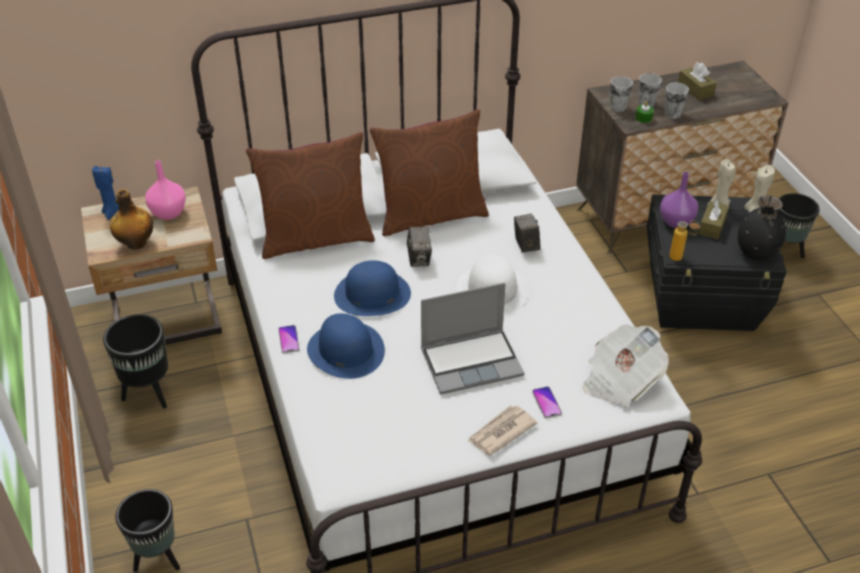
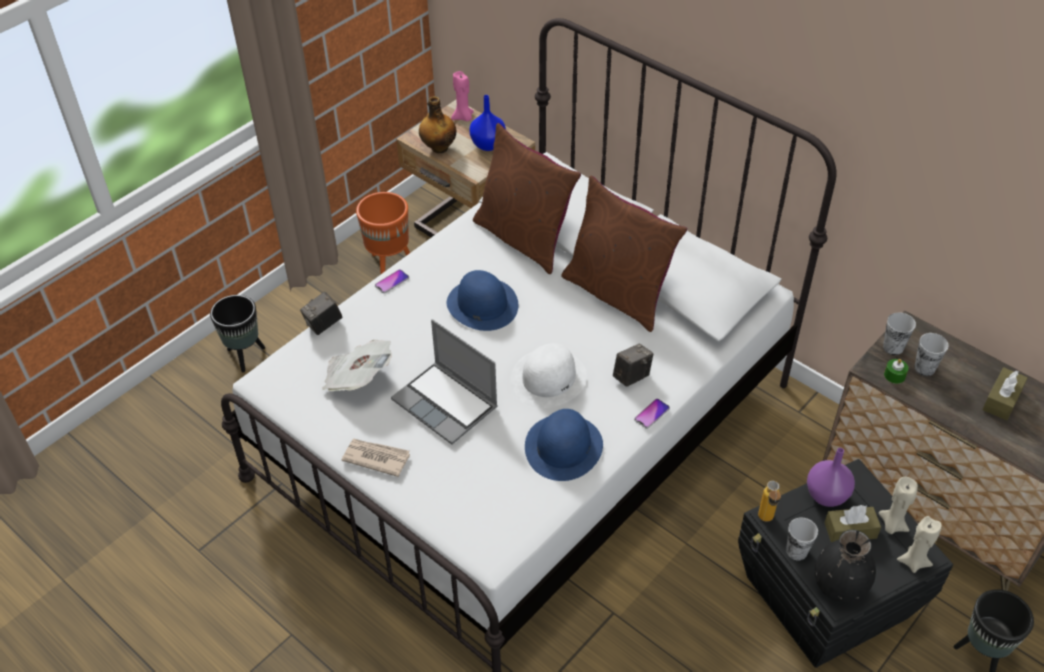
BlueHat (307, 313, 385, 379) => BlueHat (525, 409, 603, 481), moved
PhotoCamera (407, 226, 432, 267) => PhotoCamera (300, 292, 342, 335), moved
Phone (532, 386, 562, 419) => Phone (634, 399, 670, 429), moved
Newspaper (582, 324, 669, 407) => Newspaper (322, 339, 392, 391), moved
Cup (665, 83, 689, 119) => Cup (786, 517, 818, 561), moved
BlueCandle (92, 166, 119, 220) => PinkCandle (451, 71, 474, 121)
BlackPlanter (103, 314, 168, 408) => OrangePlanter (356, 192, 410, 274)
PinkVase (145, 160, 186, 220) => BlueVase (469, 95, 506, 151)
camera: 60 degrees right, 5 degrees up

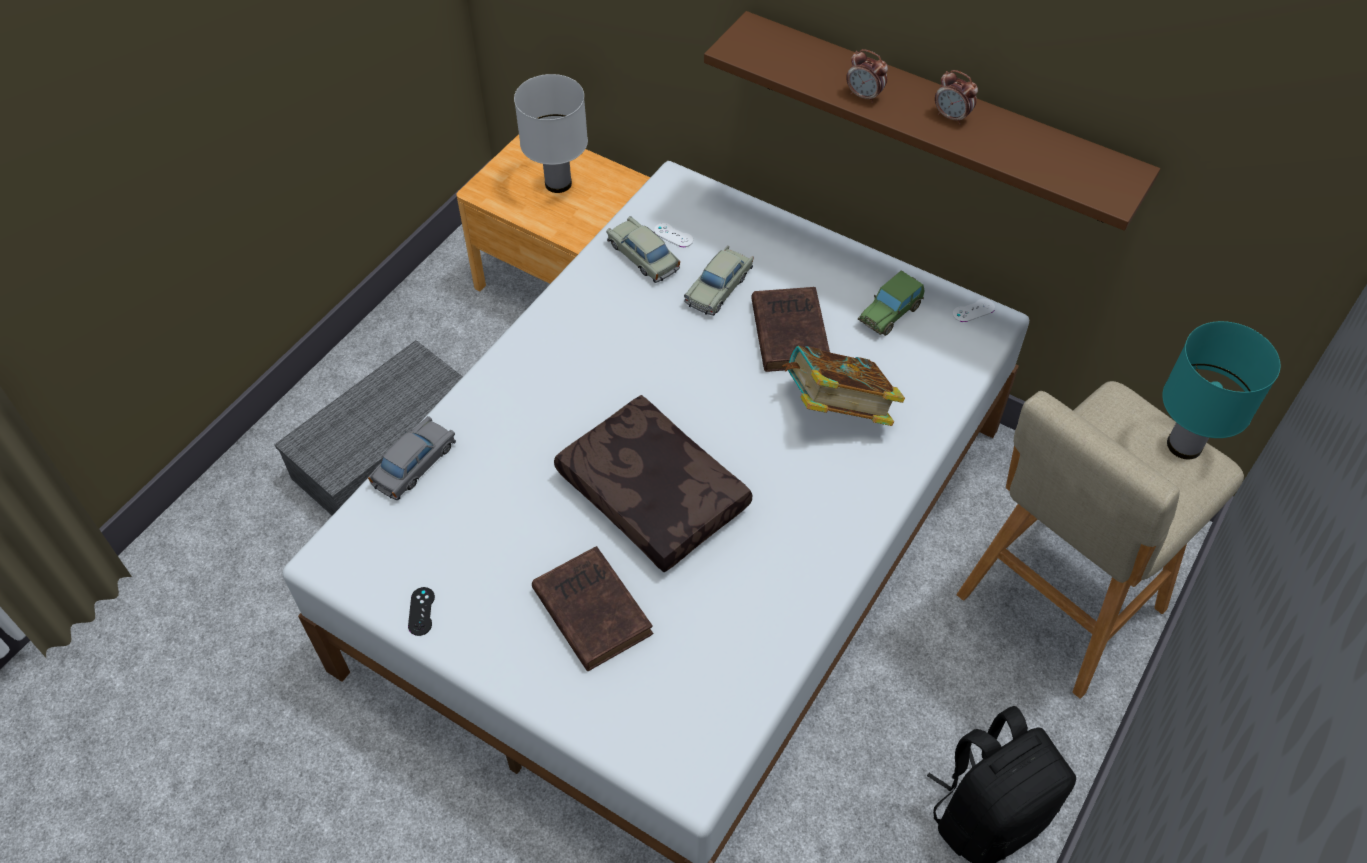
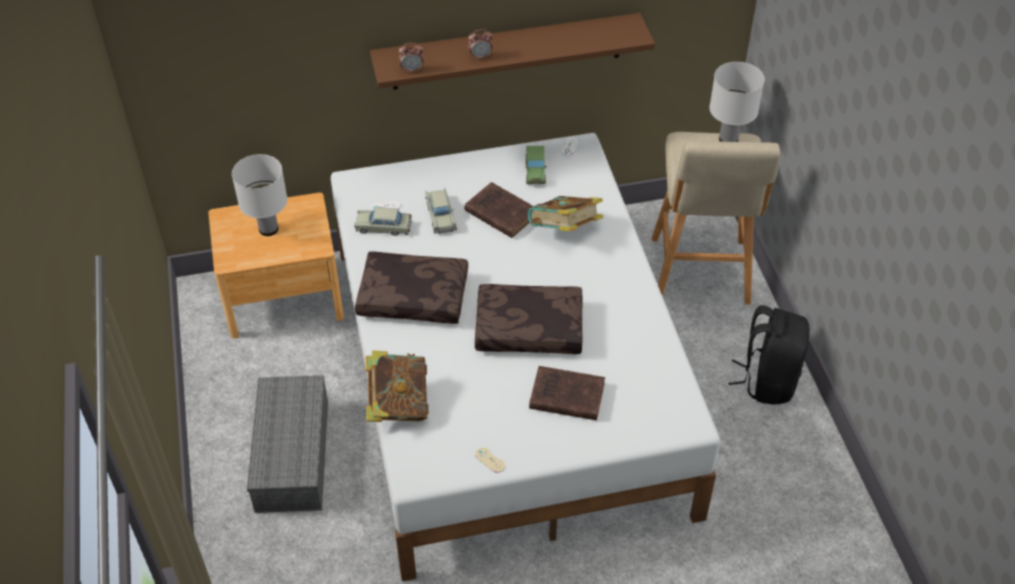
nothing => BrownPillow (355, 251, 468, 324)
AlarmClock (935, 70, 978, 125) => AlarmClock (399, 43, 423, 73), moved
GreyToyCar (368, 416, 456, 500) => Book (366, 350, 429, 422)
BlackGameController (408, 587, 435, 636) => BeigeGameController (475, 448, 505, 473)
TurquoiseTableLamp (1162, 321, 1280, 459) => WhiteTableLamp (709, 62, 765, 142)
camera: 45 degrees left, 5 degrees down

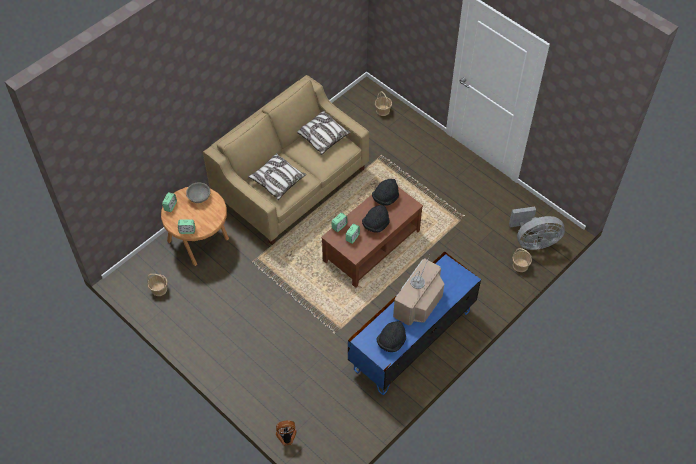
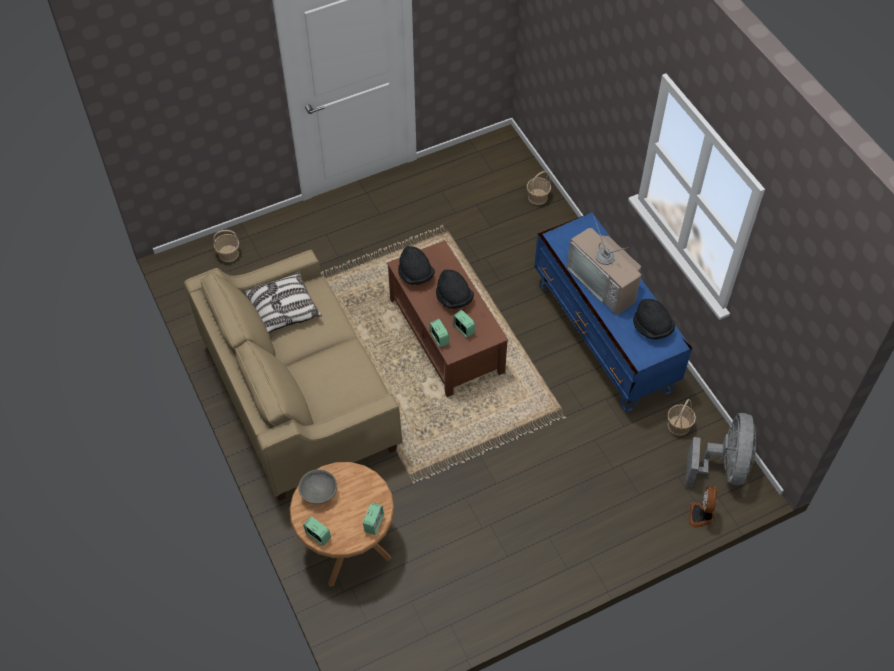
Pillow (248, 153, 306, 200) => nothing
Basket (147, 274, 167, 296) => Basket (667, 399, 696, 436), moved
GreyFan (509, 206, 565, 250) => GreyFan (685, 413, 757, 487), moved
camera: 70 degrees left, 0 degrees up

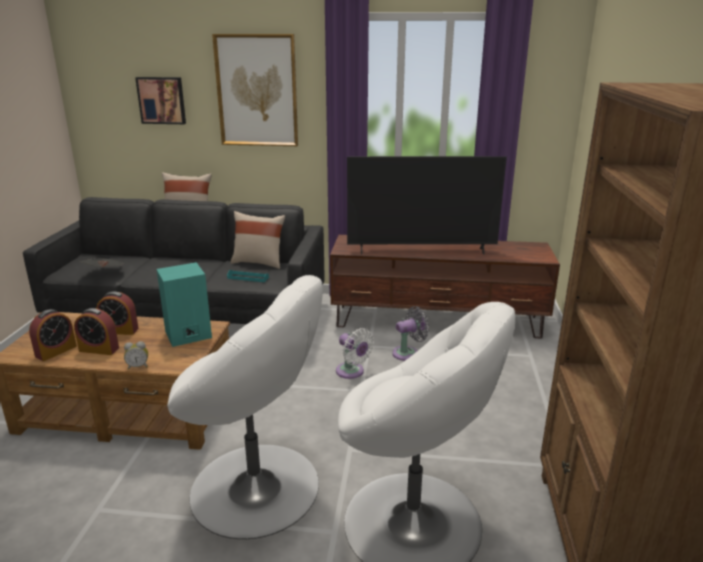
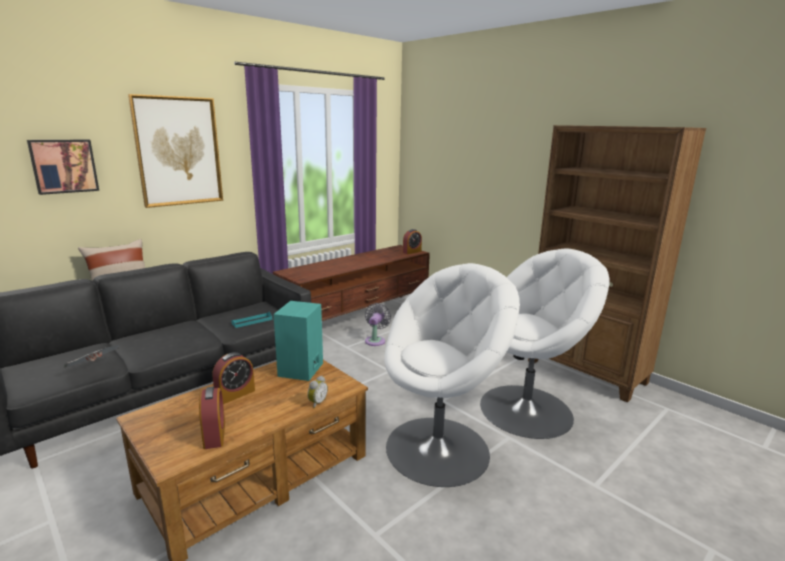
BeigePillow (230, 211, 285, 269) => nothing
WhiteFan (336, 328, 374, 379) => nothing
Television (347, 156, 507, 255) => nothing
AlarmClock (74, 308, 119, 355) => AlarmClock (403, 229, 422, 254), moved
camera: 50 degrees left, 5 degrees down

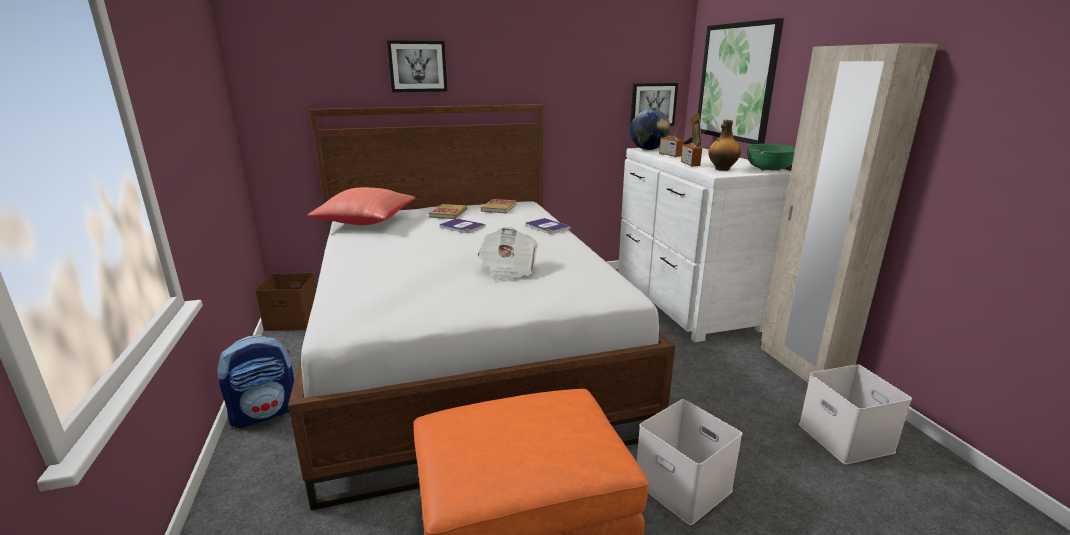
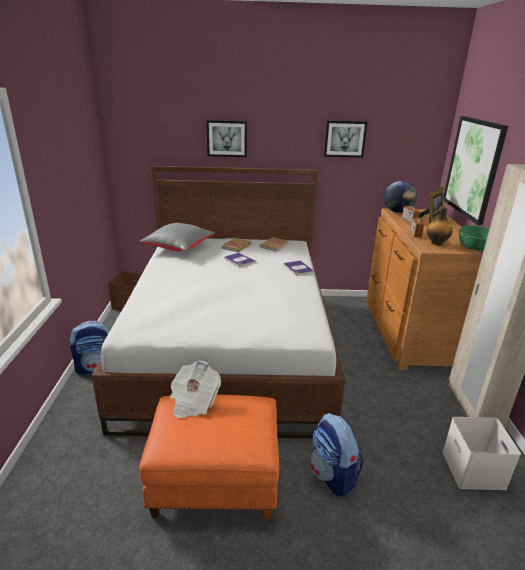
Newspaper (478, 227, 538, 282) => Newspaper (170, 361, 221, 418), moved
Picture (630, 83, 678, 126) => Picture (324, 120, 367, 158), moved
WhiteStorageBox (637, 399, 742, 525) => Backpack (310, 413, 363, 497)
RedPillow (308, 187, 415, 225) => GreyPillow (140, 223, 215, 251)
WhiteDresser (618, 147, 791, 342) => BrownDresser (366, 208, 483, 370)
camera: 15 degrees right, 5 degrees up

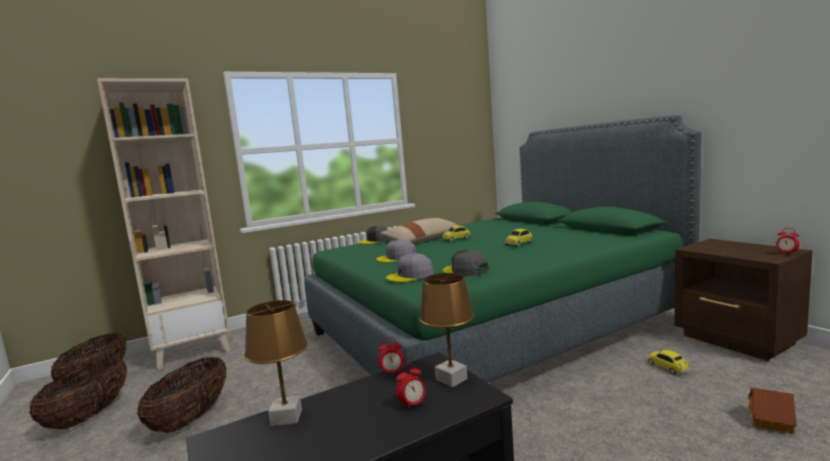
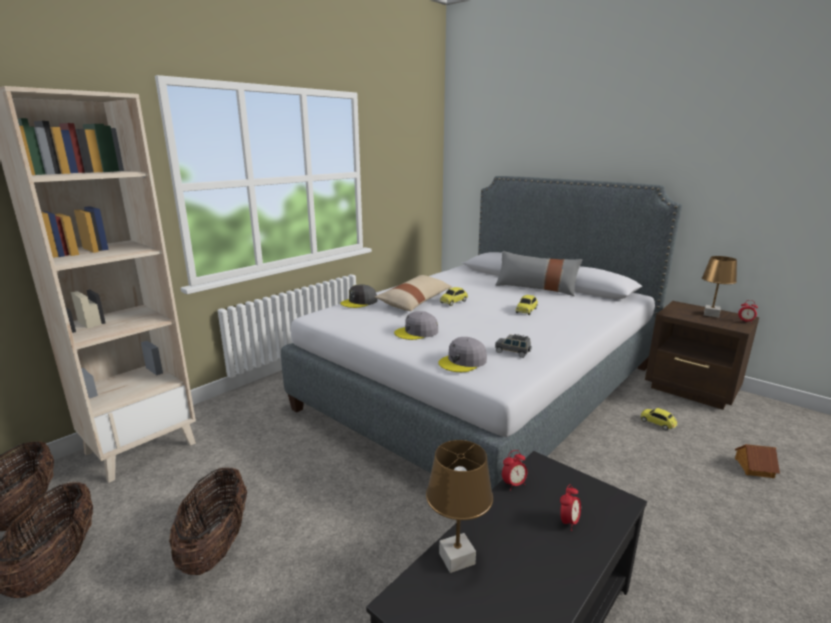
nothing => GreyPillow (495, 251, 583, 296)
BrownTableLamp (419, 273, 474, 387) => BrownTableLamp (702, 256, 737, 318), moved
GreyCap (443, 250, 488, 276) => GreyToyCar (495, 334, 532, 358)
GreenBed (304, 115, 702, 383) => GreyBed (281, 176, 682, 489)
camera: 20 degrees left, 10 degrees up

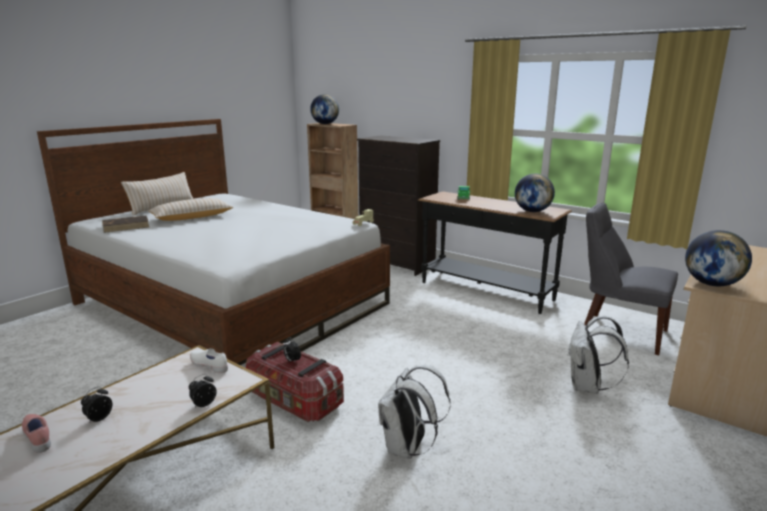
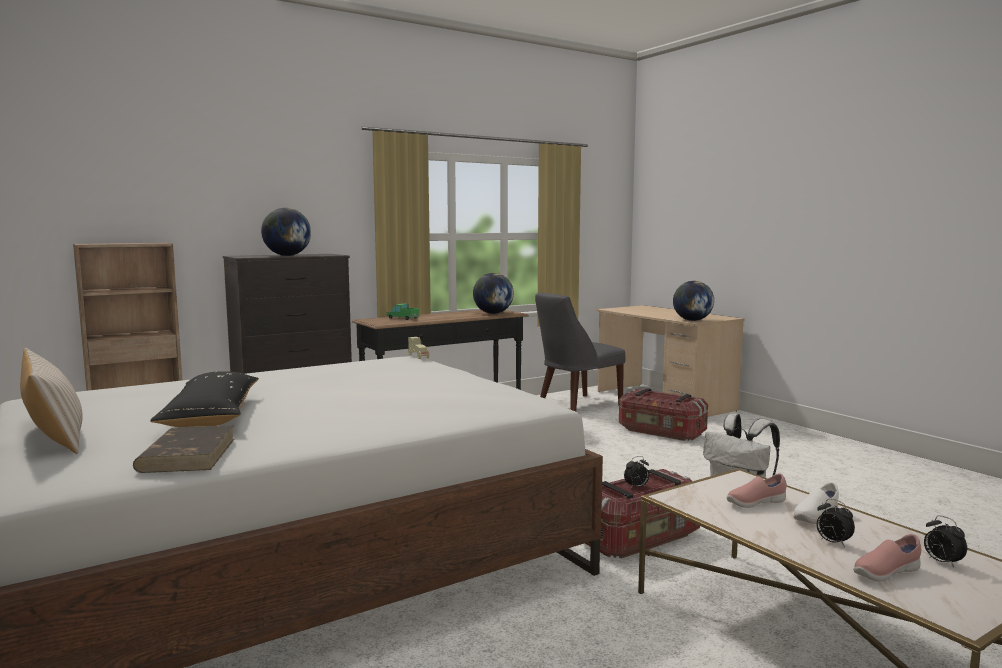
nothing => PinkShoe (727, 474, 787, 508)
AlarmClock (189, 374, 217, 407) => AlarmClock (924, 515, 967, 568), moved
WhiteShoe (190, 348, 228, 373) => WhiteShoe (793, 482, 839, 524), moved
Globe (310, 94, 339, 124) => Globe (261, 208, 311, 256), moved
WhiteBackpack (567, 316, 629, 394) => StorageBox (619, 388, 708, 441)
BeigePillow (148, 198, 234, 221) => BlackPillow (150, 371, 259, 427)
camera: 70 degrees left, 10 degrees down

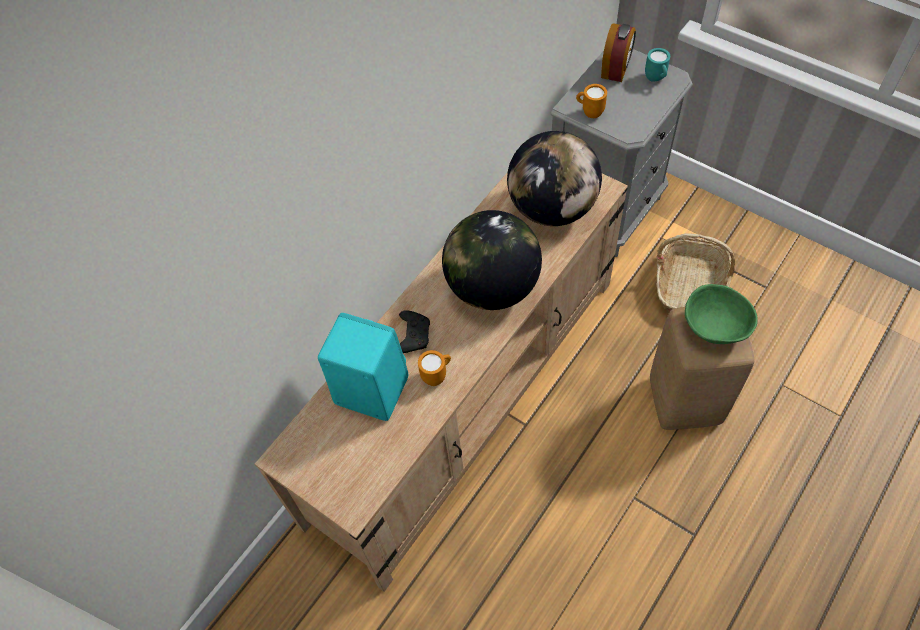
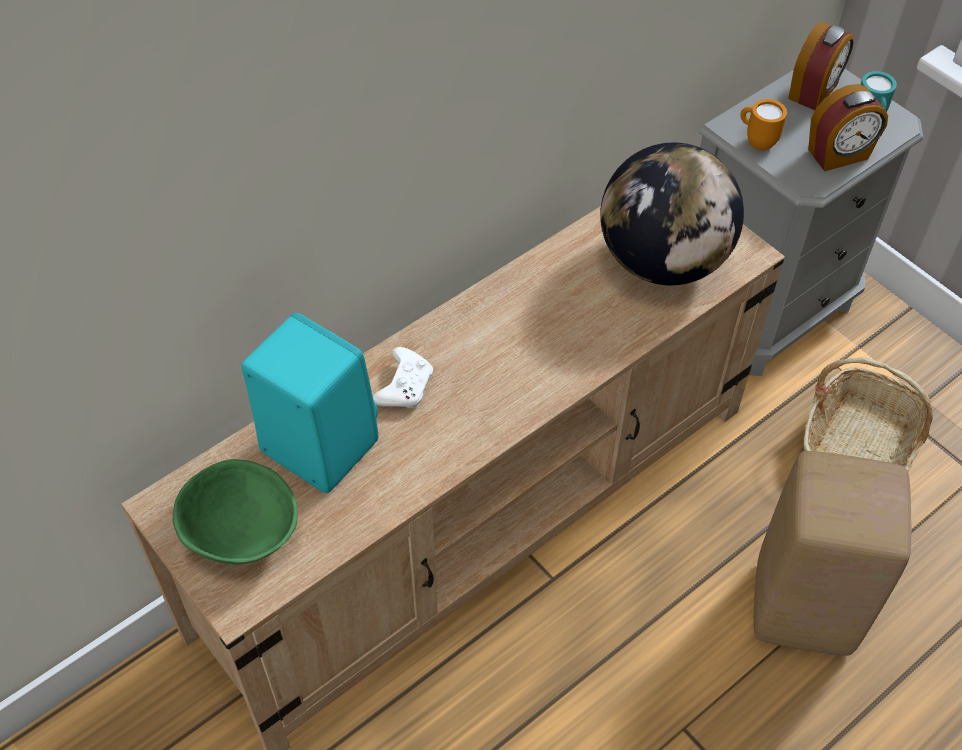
OrangeMug (418, 350, 451, 386) => nothing
Globe (442, 210, 542, 310) => nothing
nothing => AlarmClock (808, 84, 888, 171)
GreenBowl (685, 284, 758, 344) => GreenBowl (173, 459, 298, 564), moved
BlackGameController (399, 310, 430, 353) => WhiteGameController (373, 347, 433, 408)
camera: 10 degrees right, 5 degrees down

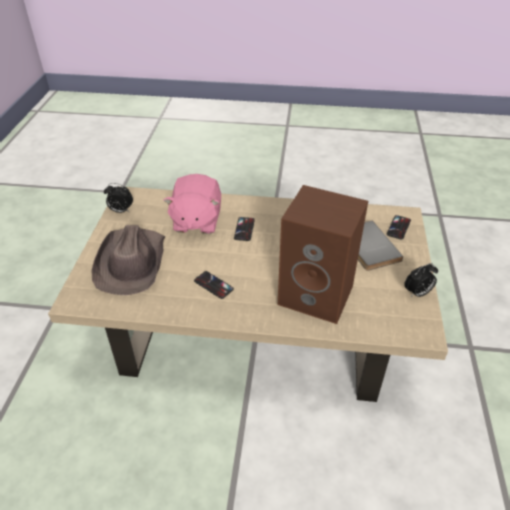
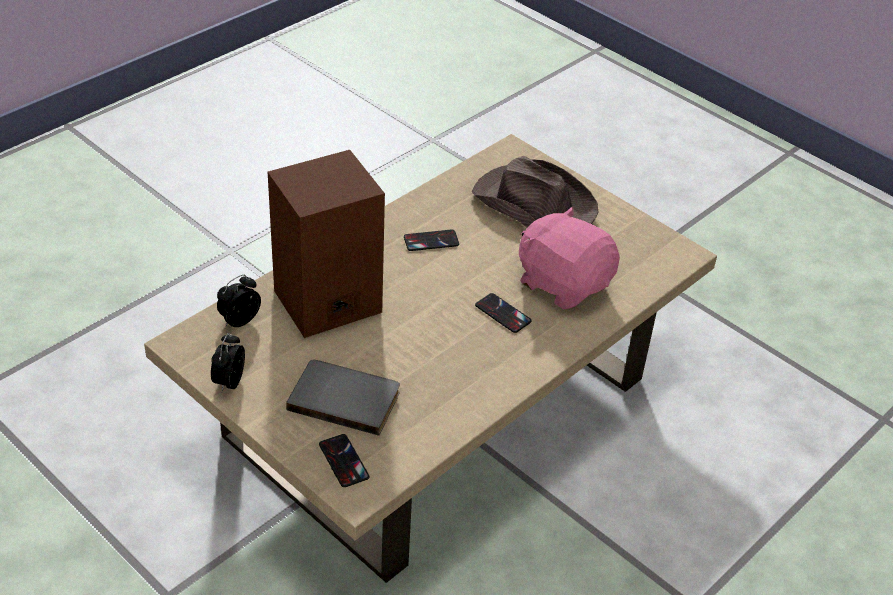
AlarmClock (104, 183, 133, 213) => AlarmClock (217, 275, 261, 327), moved
camera: 125 degrees right, 0 degrees up

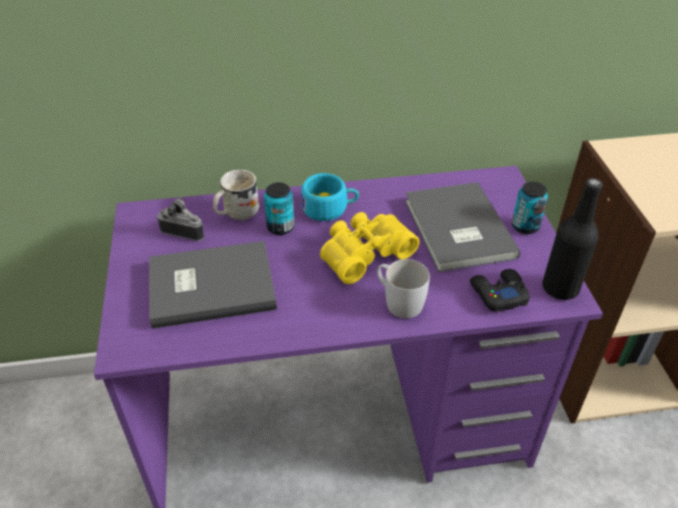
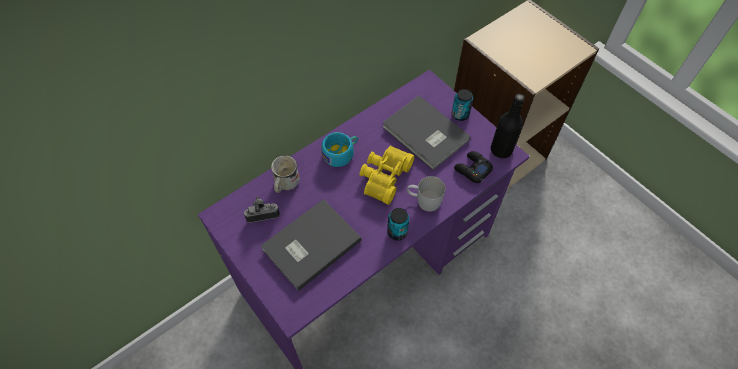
Can (264, 182, 295, 235) => Can (387, 208, 409, 240), moved
camera: 30 degrees left, 15 degrees up

